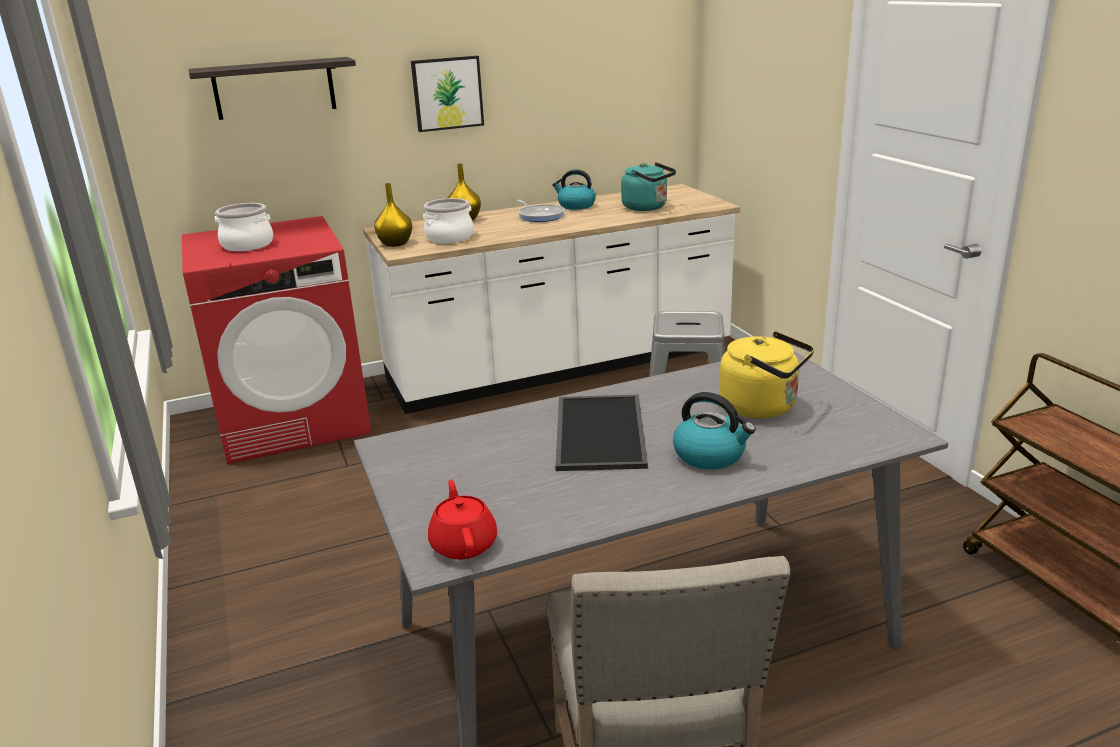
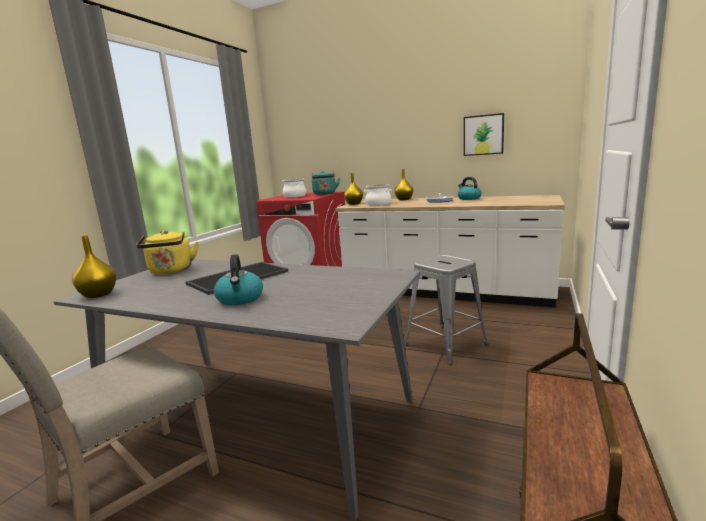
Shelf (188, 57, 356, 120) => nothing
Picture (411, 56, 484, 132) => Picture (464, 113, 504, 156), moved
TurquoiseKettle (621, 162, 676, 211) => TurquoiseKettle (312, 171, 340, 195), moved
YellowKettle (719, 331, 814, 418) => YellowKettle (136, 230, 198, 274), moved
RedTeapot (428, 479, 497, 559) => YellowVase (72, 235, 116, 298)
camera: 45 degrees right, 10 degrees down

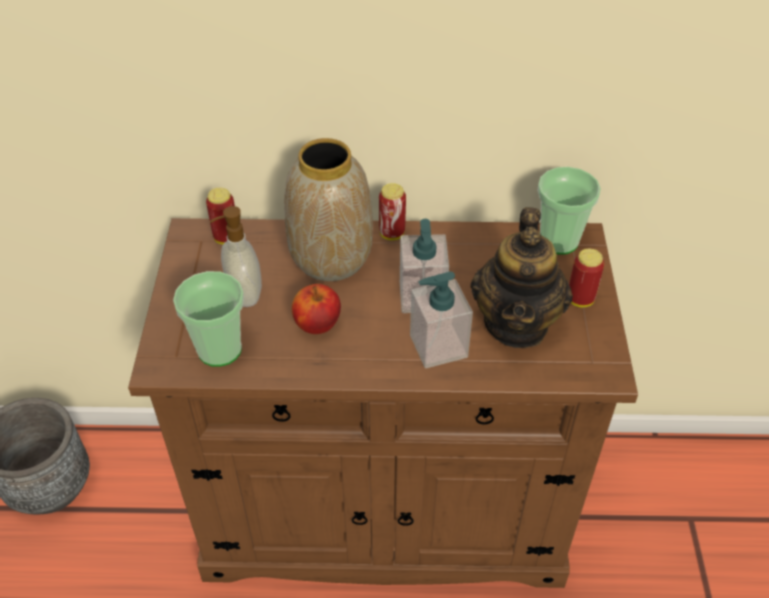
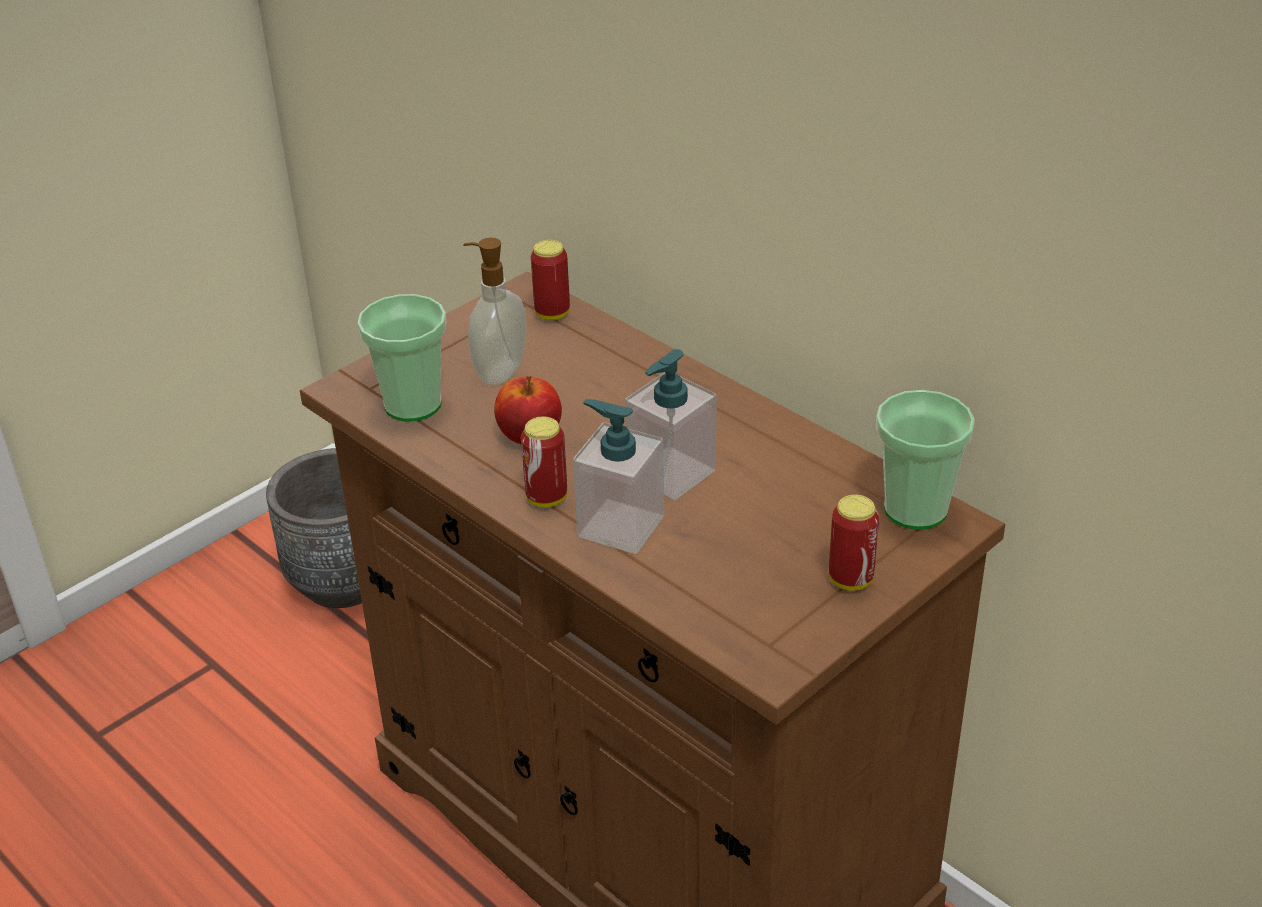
Vase (284, 138, 373, 281) => nothing
Teapot (470, 207, 573, 348) => nothing
Can (379, 183, 406, 240) => Can (521, 416, 567, 508), moved
camera: 45 degrees right, 10 degrees down

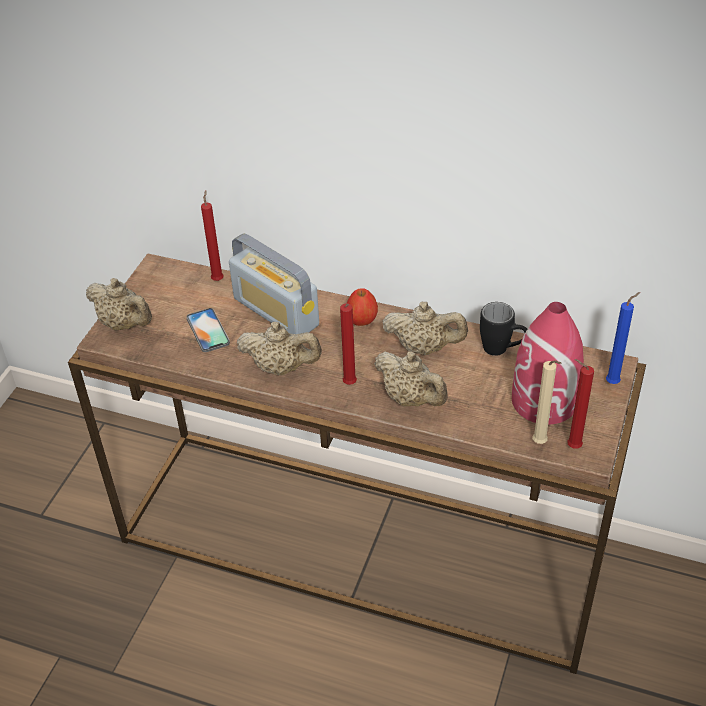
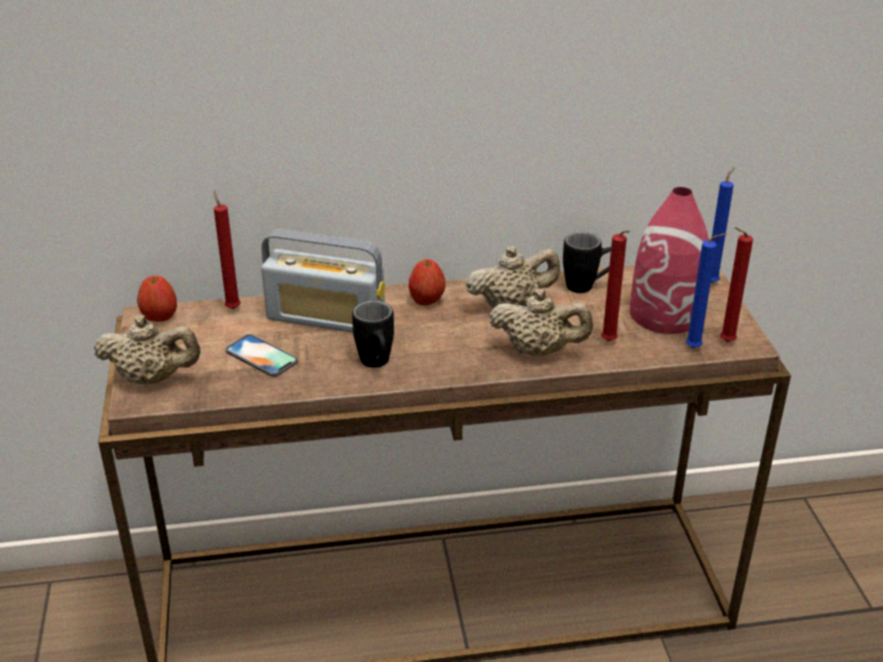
nothing => Apple (137, 276, 177, 322)
RedCandle (340, 303, 357, 385) => RedCandle (601, 230, 630, 341), moved
BeigeTeapot (237, 322, 322, 376) => BlackMug (352, 301, 394, 368)
BeigeCandle (532, 360, 562, 444) => BlueCandle (686, 233, 726, 348)
camera: 30 degrees left, 10 degrees down

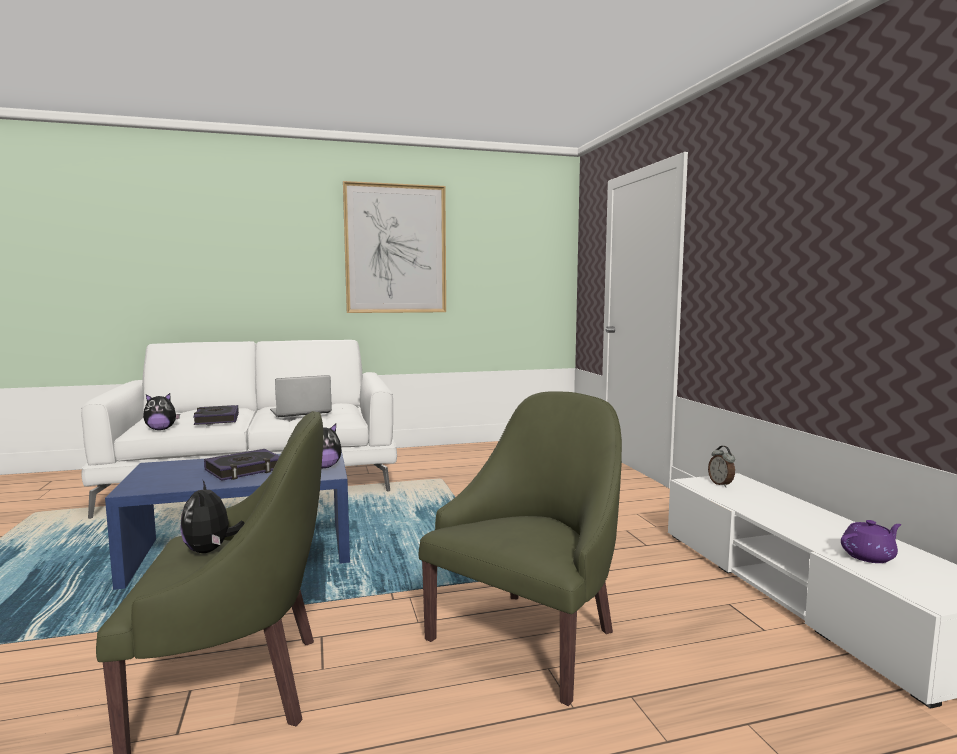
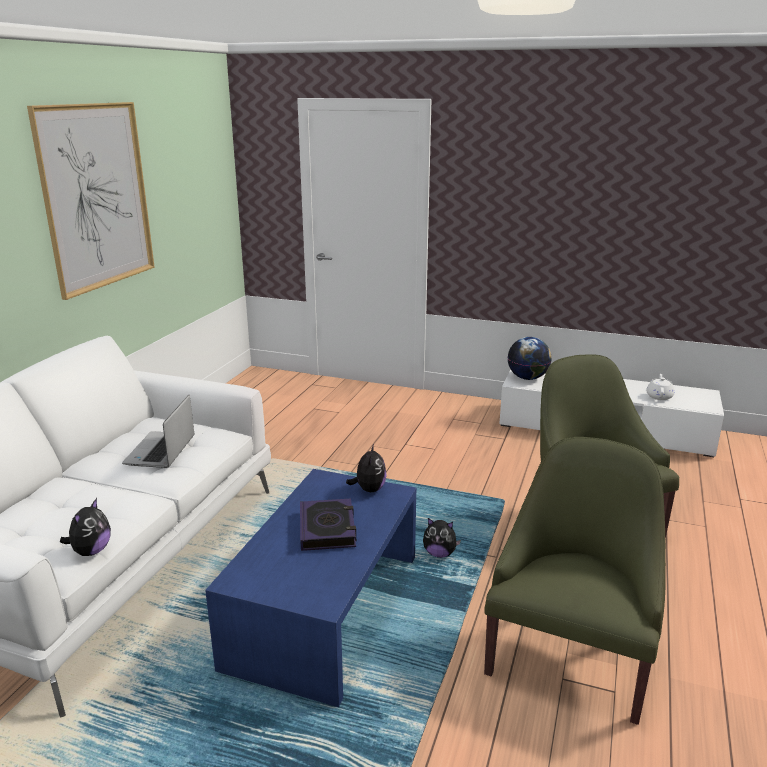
Book (193, 405, 239, 425) => nothing
PlushToy (180, 481, 245, 553) => PlushToy (423, 518, 461, 558), moved
AlarmClock (708, 446, 735, 487) => Globe (507, 337, 552, 380)
PurpleTeapot (841, 520, 901, 563) => WhiteTeapot (646, 374, 675, 400)
camera: 55 degrees left, 15 degrees up

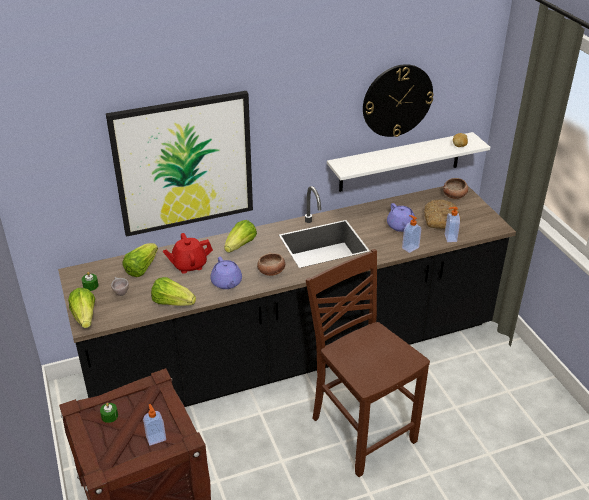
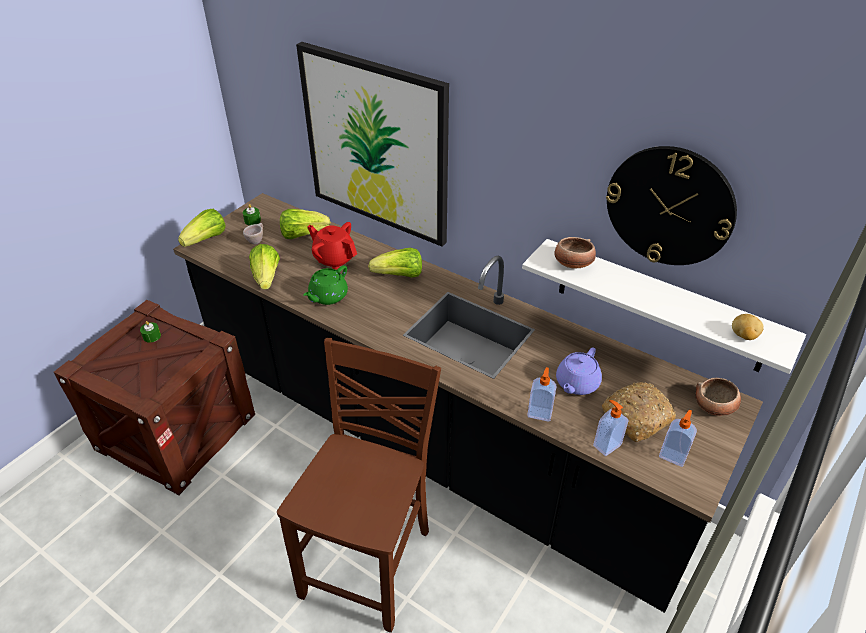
SoapDispenser (143, 404, 166, 445) => SoapDispenser (659, 410, 697, 467), moved
Bowl (257, 252, 285, 276) => Bowl (555, 237, 596, 269), moved
PurpleTeapot (210, 257, 242, 289) => GreenTeapot (303, 266, 348, 305)
camera: 55 degrees right, 5 degrees up

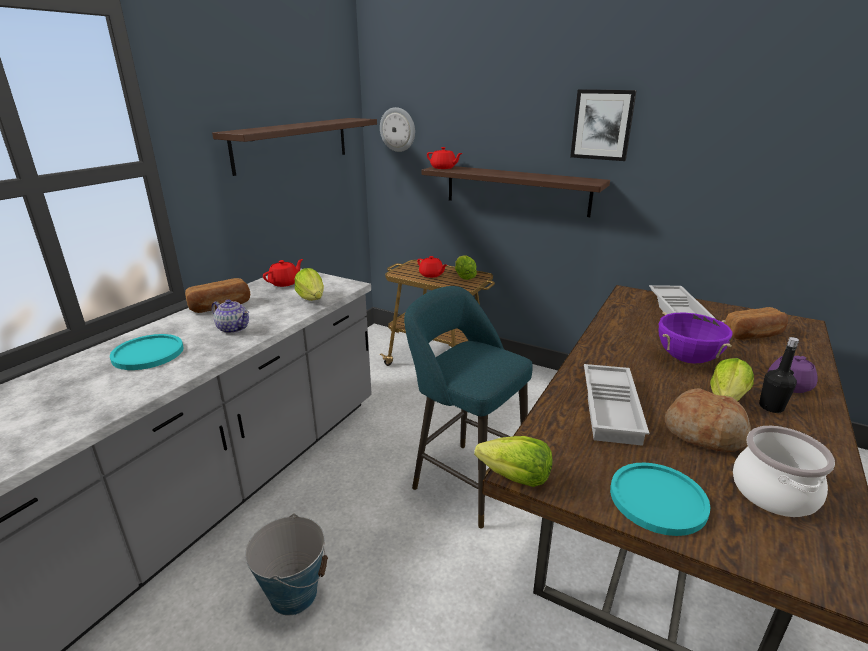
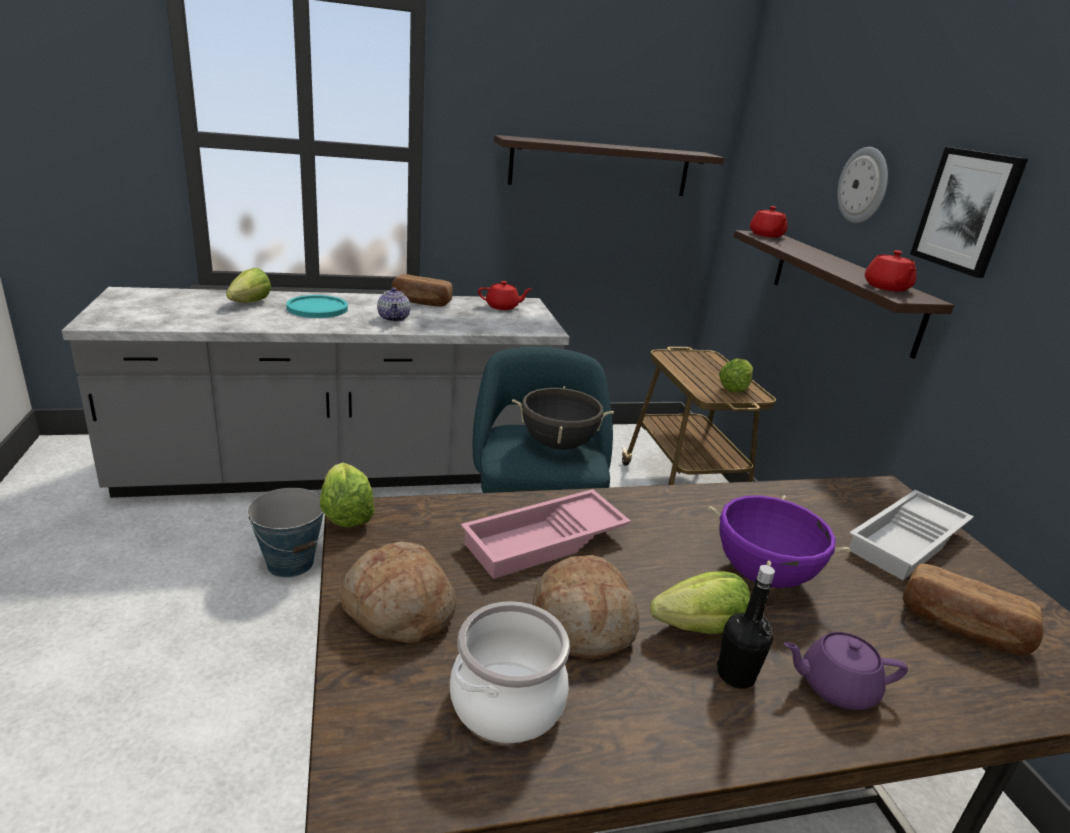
nothing => BlackCookingPot (512, 386, 614, 450)
Lettuce (294, 268, 324, 301) => Lettuce (226, 268, 271, 303), moved
WallClock (380, 107, 415, 152) => WallClock (837, 147, 888, 223), moved
RedTeapot (417, 256, 447, 278) => RedTeapot (865, 250, 916, 292), moved
TurquoisePlate (610, 463, 711, 536) => Bread (339, 541, 456, 643)
WhiteTray (584, 364, 649, 446) => PinkTray (461, 489, 631, 579)
camera: 45 degrees right, 0 degrees up

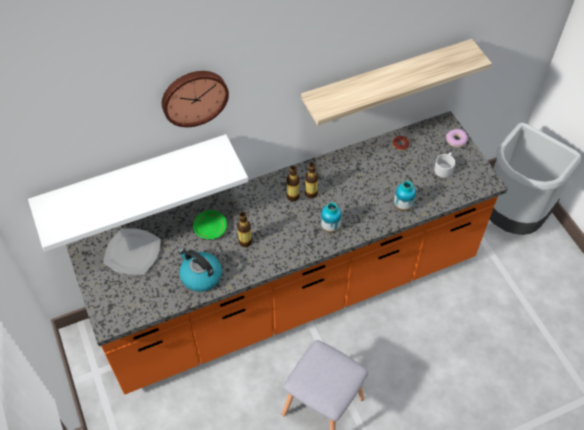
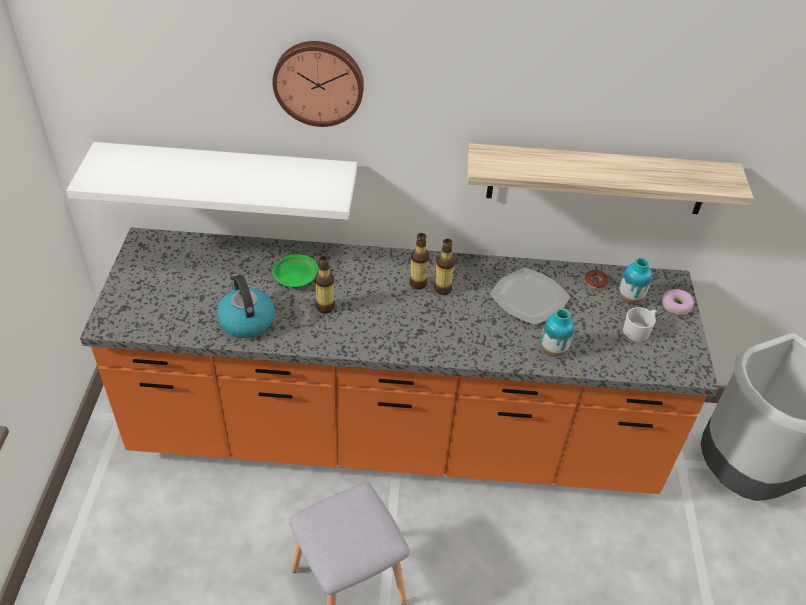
Plate (103, 228, 161, 275) => Plate (490, 268, 570, 325), moved
Vase (321, 202, 342, 233) => Vase (619, 257, 652, 303), moved
camera: 25 degrees right, 10 degrees down

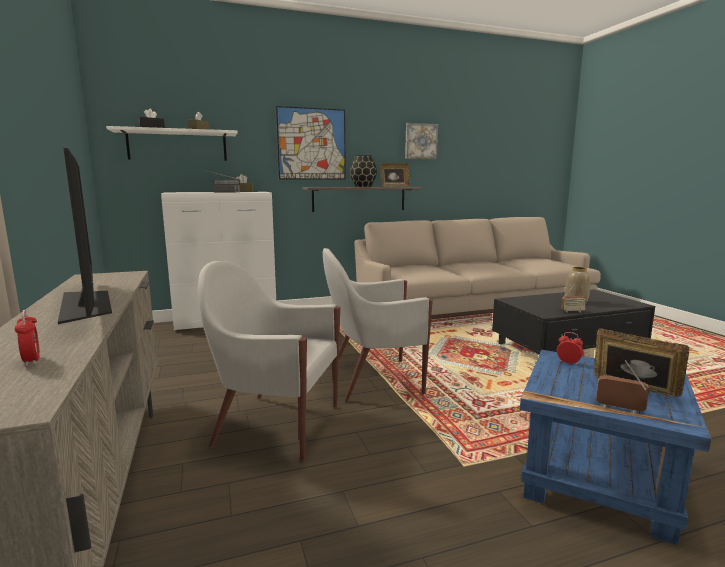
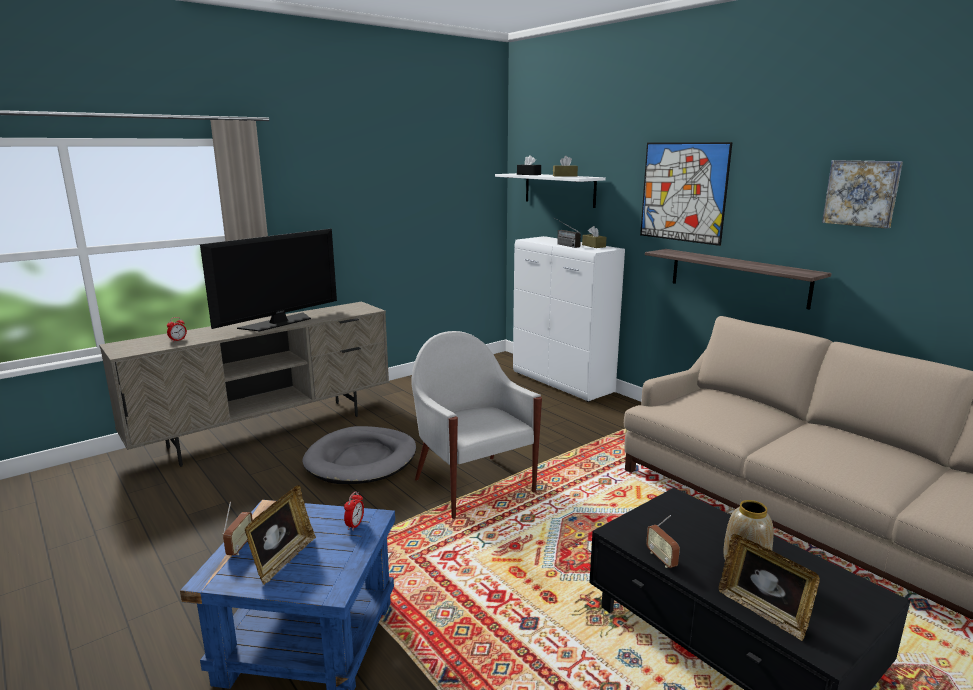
BlackVase (350, 155, 377, 187) => nothing
PictureFrame (381, 163, 410, 187) => PictureFrame (719, 534, 820, 641), moved
WhiteArmchair (198, 261, 340, 461) => GreyDogBed (302, 426, 416, 484)
camera: 70 degrees right, 5 degrees up

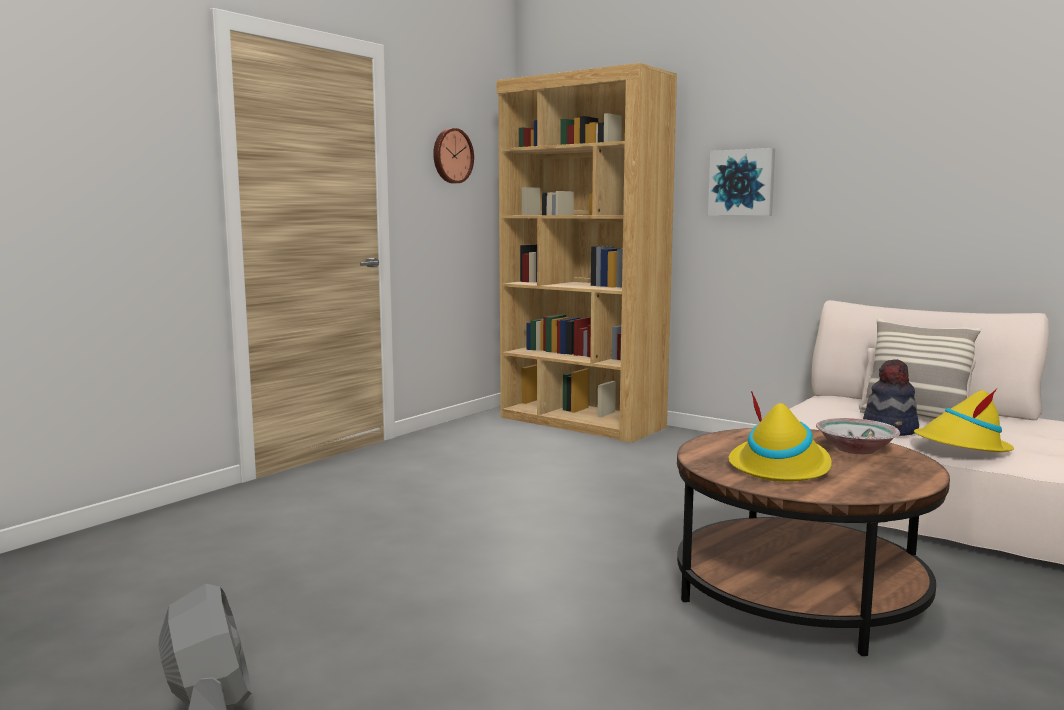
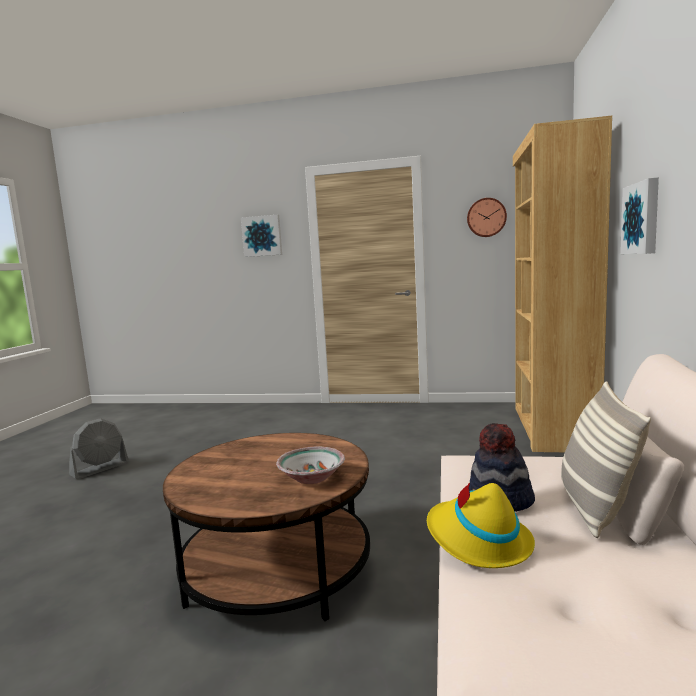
YellowHat (729, 391, 832, 482) => nothing
nothing => Picture (241, 215, 282, 257)
camera: 65 degrees right, 0 degrees up

